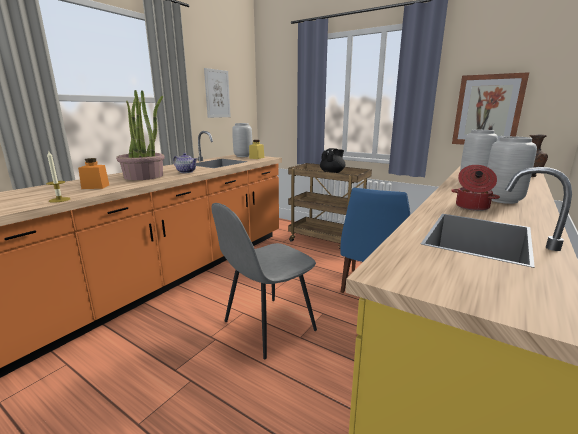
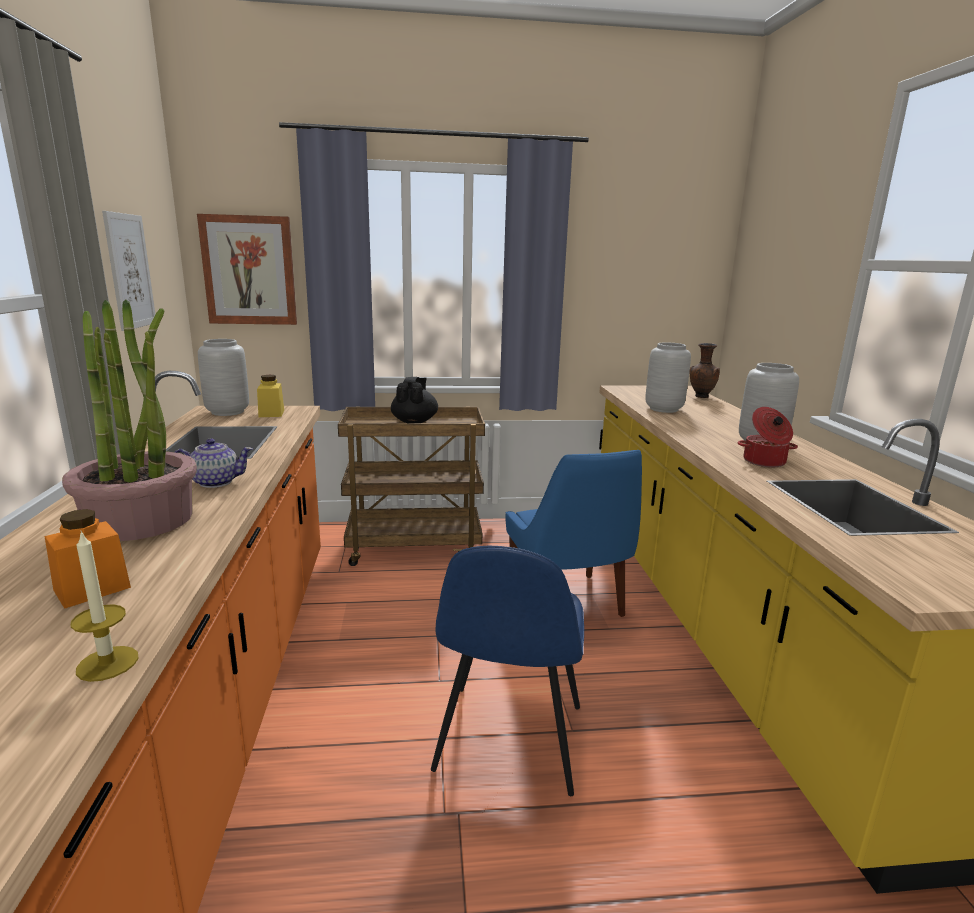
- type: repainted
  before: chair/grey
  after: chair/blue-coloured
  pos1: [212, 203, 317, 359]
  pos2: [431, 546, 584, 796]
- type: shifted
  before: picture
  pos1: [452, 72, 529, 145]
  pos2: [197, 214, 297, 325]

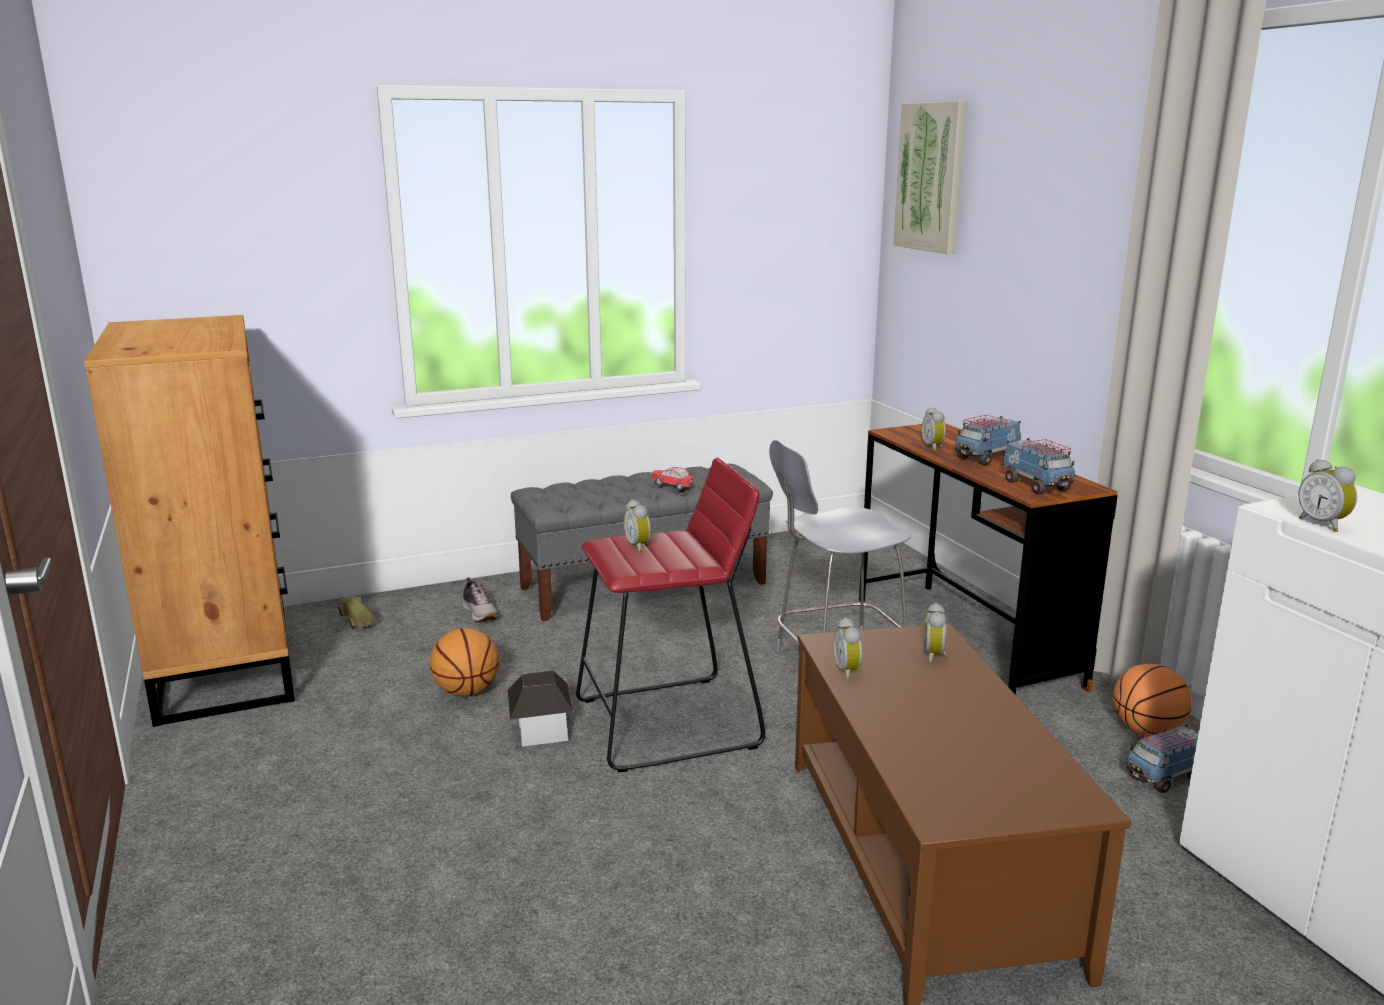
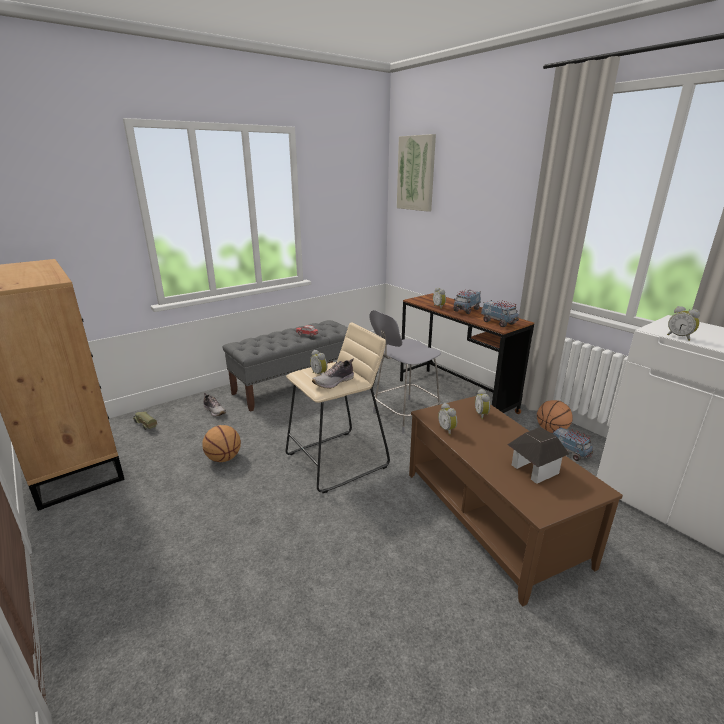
- type: shifted
  before: model house
  pos1: [508, 671, 573, 747]
  pos2: [507, 427, 569, 484]
- type: repainted
  before: sitting stool/red
  after: sitting stool/beige-coloured
  pos1: [576, 458, 765, 772]
  pos2: [285, 323, 390, 493]
- type: rotated
  before: toy lorry
  pos1: [1125, 724, 1198, 793]
  pos2: [552, 426, 593, 461]
  turn: -90
- type: new
  after: item of footwear
  pos2: [312, 359, 354, 389]

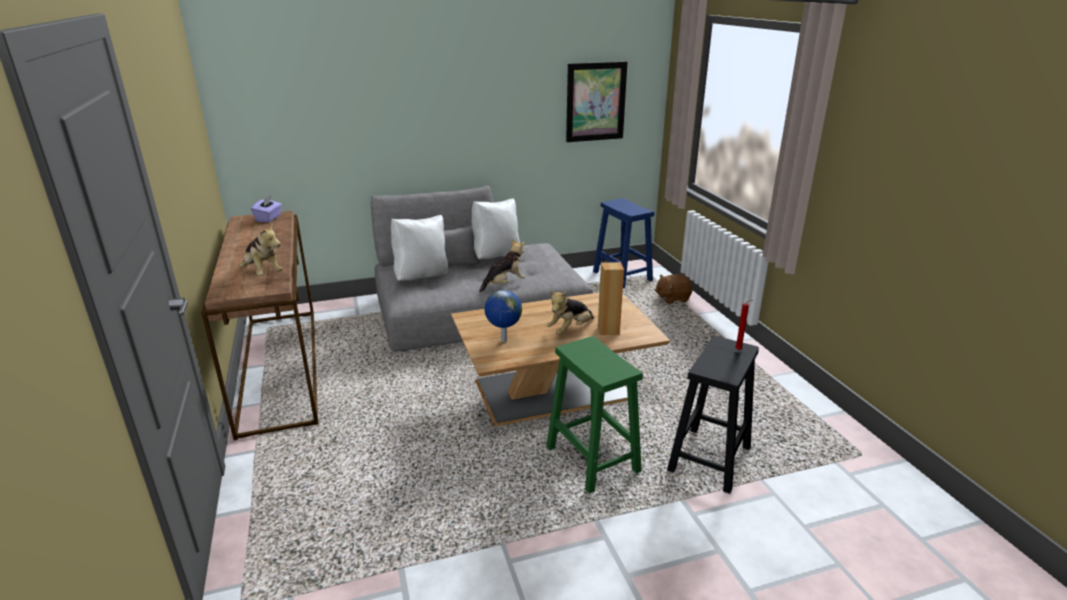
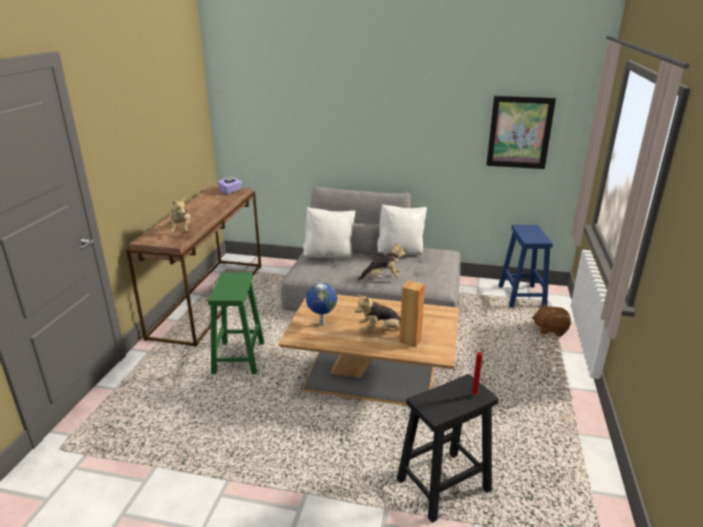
- type: shifted
  before: sitting stool/green-coloured
  pos1: [546, 336, 643, 493]
  pos2: [208, 273, 265, 374]

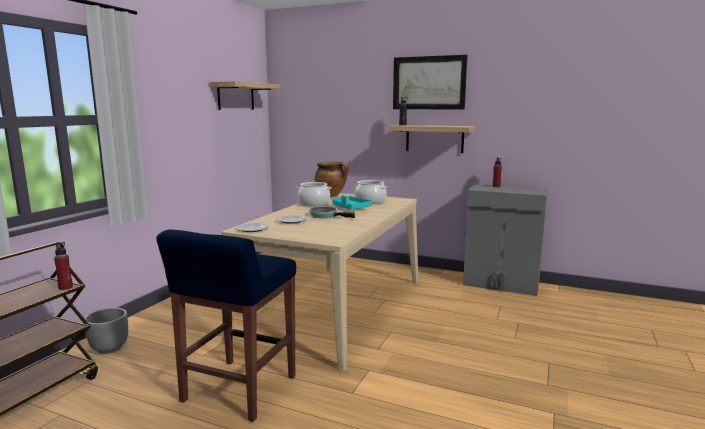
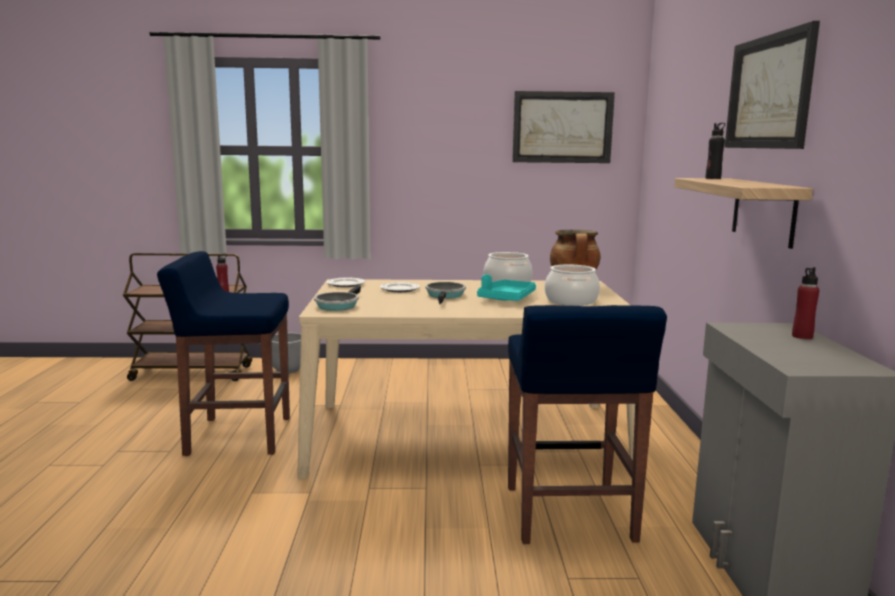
- type: swapped
  before: bracket shelf
  after: picture
  pos1: [210, 81, 280, 110]
  pos2: [512, 91, 615, 163]
- type: new
  after: skillet
  pos2: [314, 285, 361, 311]
- type: new
  after: sitting stool/blue-coloured
  pos2: [508, 305, 667, 544]

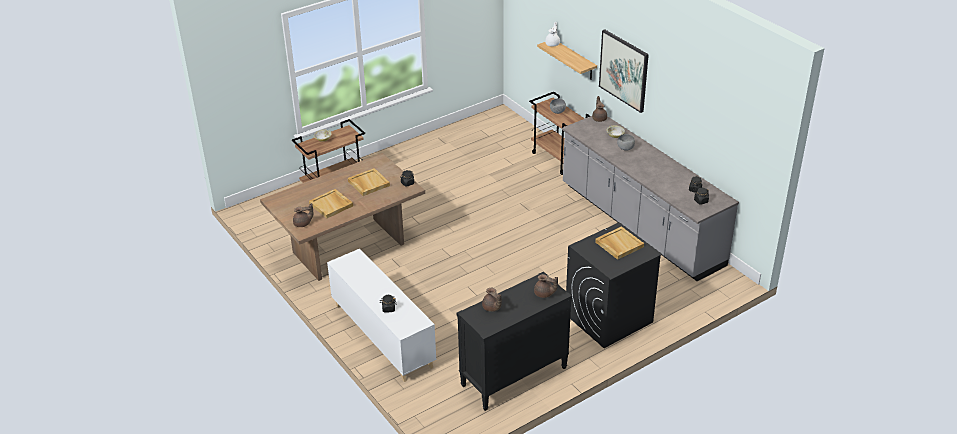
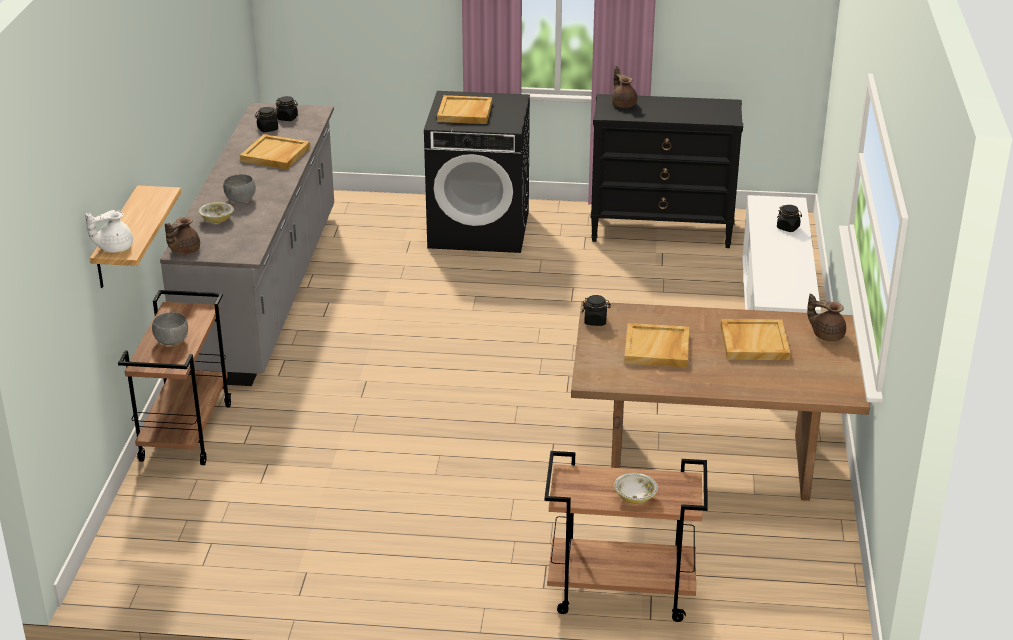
- type: gone
  before: tea pot/brown
  pos1: [482, 288, 502, 312]
- type: gone
  before: picture
  pos1: [599, 29, 649, 113]
- type: new
  after: tray/beige-coloured
  pos2: [240, 134, 310, 169]

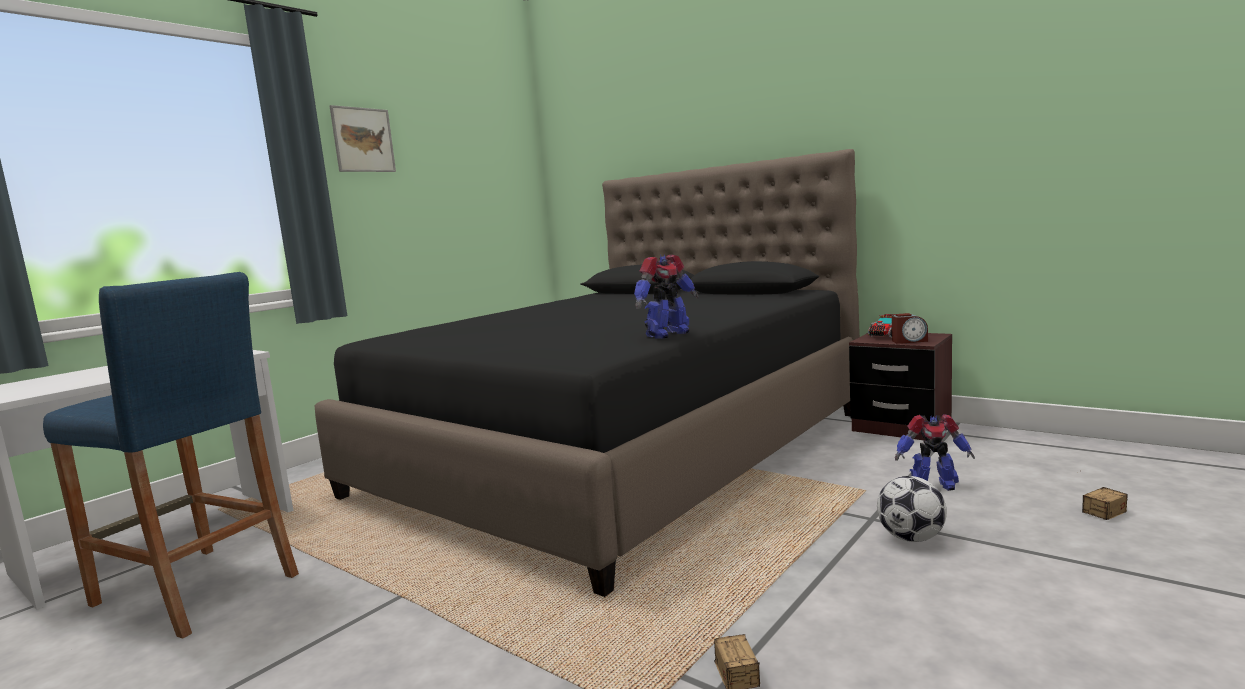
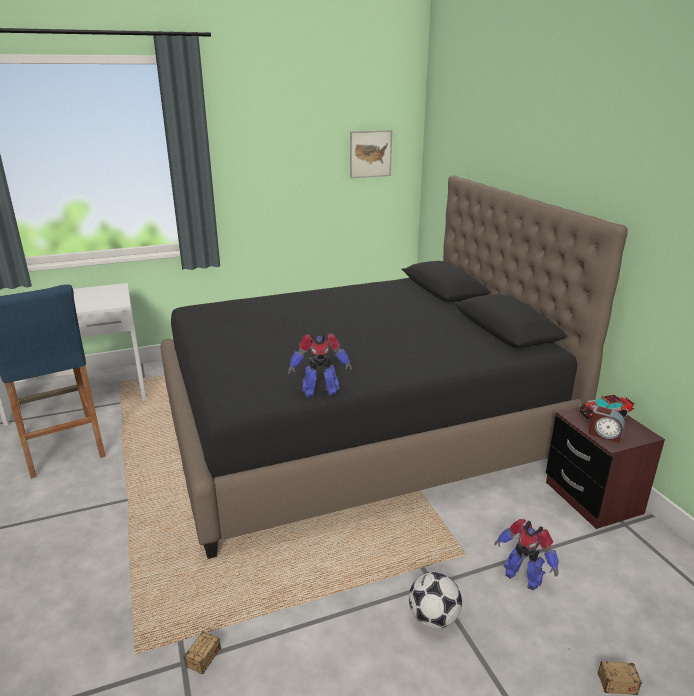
- type: shifted
  before: picture
  pos1: [330, 105, 396, 172]
  pos2: [350, 130, 392, 178]

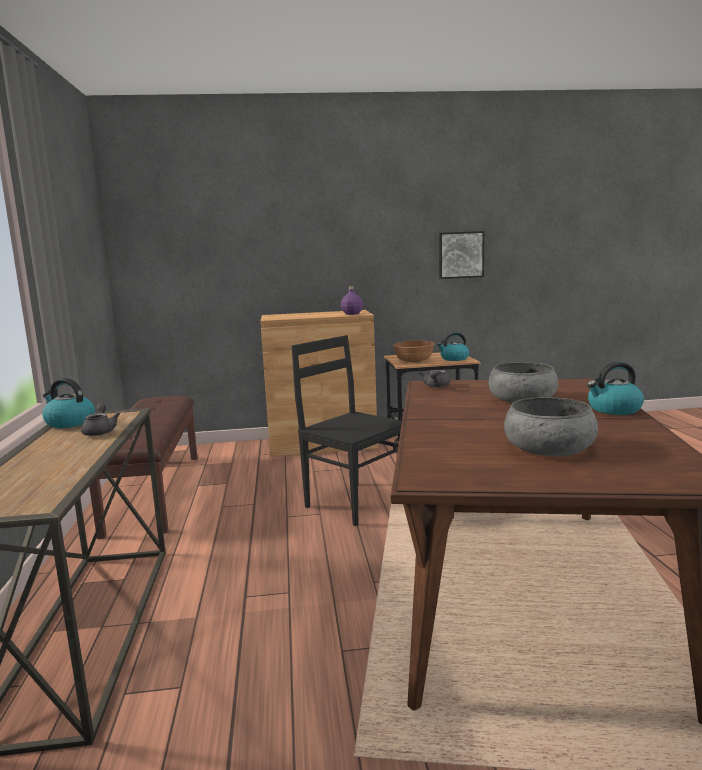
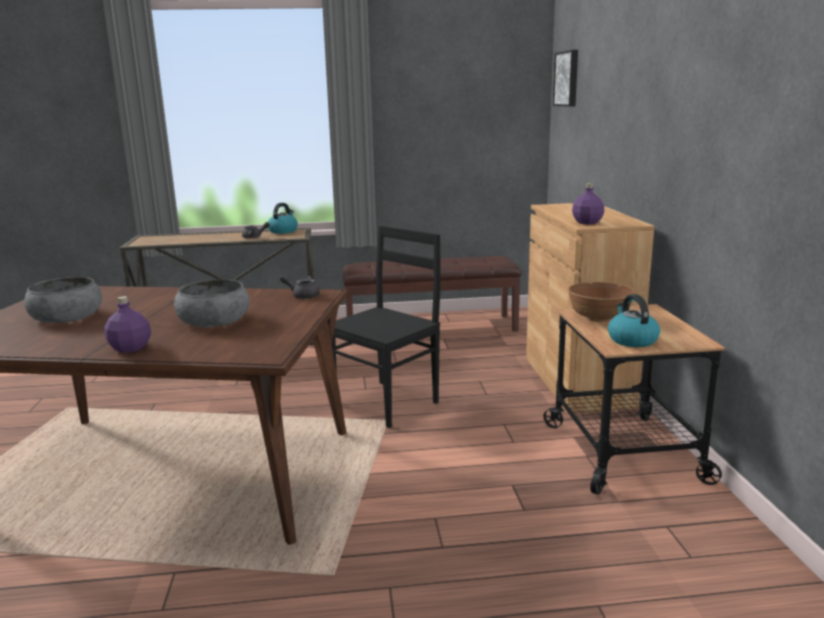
- type: shifted
  before: picture
  pos1: [439, 231, 484, 279]
  pos2: [553, 50, 578, 107]
- type: swapped
  before: tea kettle
  after: beverage bottle/purple-coloured
  pos1: [587, 362, 644, 415]
  pos2: [104, 296, 151, 353]

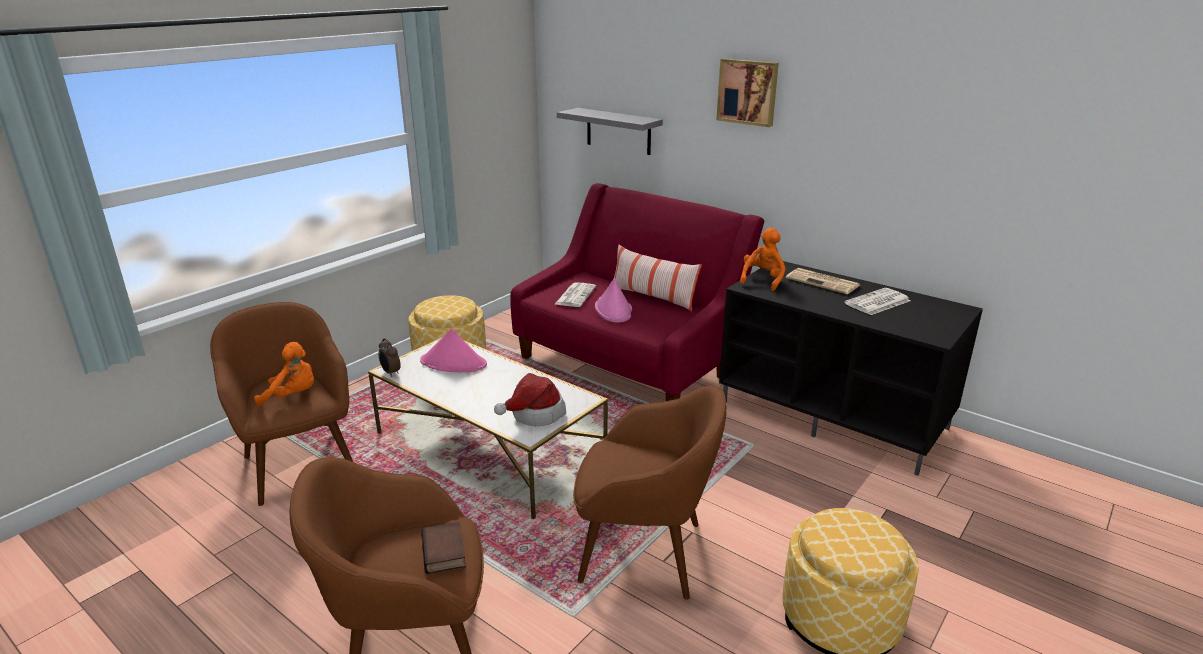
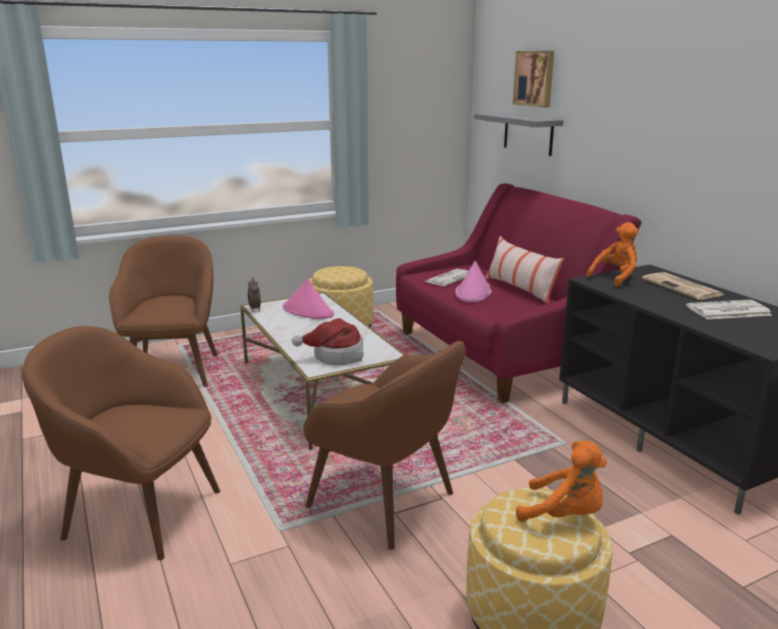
- type: shifted
  before: soft toy/orange
  pos1: [254, 342, 314, 406]
  pos2: [516, 441, 607, 522]
- type: gone
  before: bound book
  pos1: [421, 522, 466, 574]
- type: shifted
  before: picture
  pos1: [716, 58, 779, 127]
  pos2: [513, 51, 554, 107]

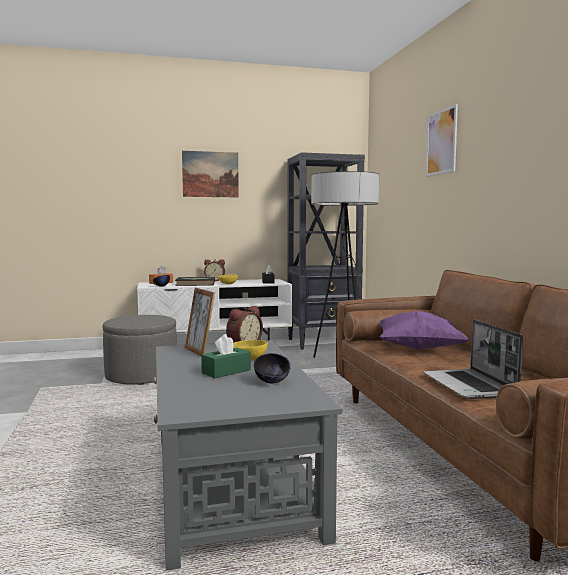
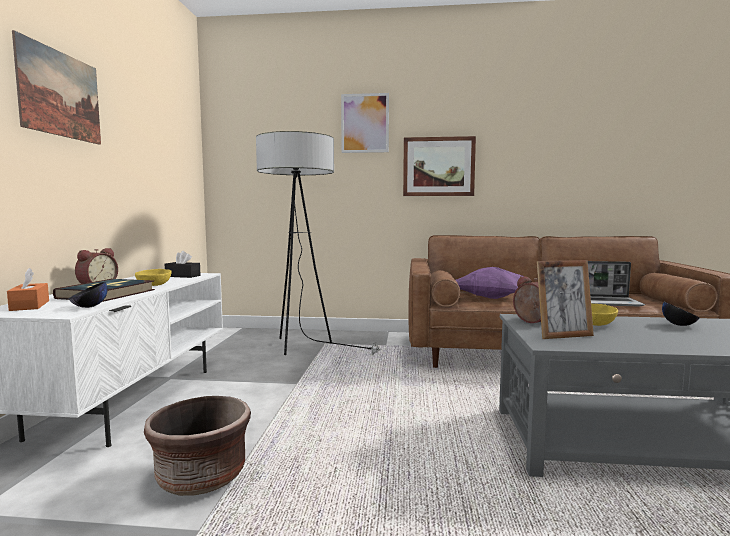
- type: swapped
  before: pouffe/grey
  after: plant pot/brown
  pos1: [102, 315, 177, 385]
  pos2: [144, 396, 251, 496]
- type: gone
  before: tissue holder/green-coloured
  pos1: [201, 334, 251, 378]
- type: gone
  before: bookshelf/black
  pos1: [287, 152, 365, 350]
- type: new
  after: picture
  pos2: [403, 136, 476, 196]

